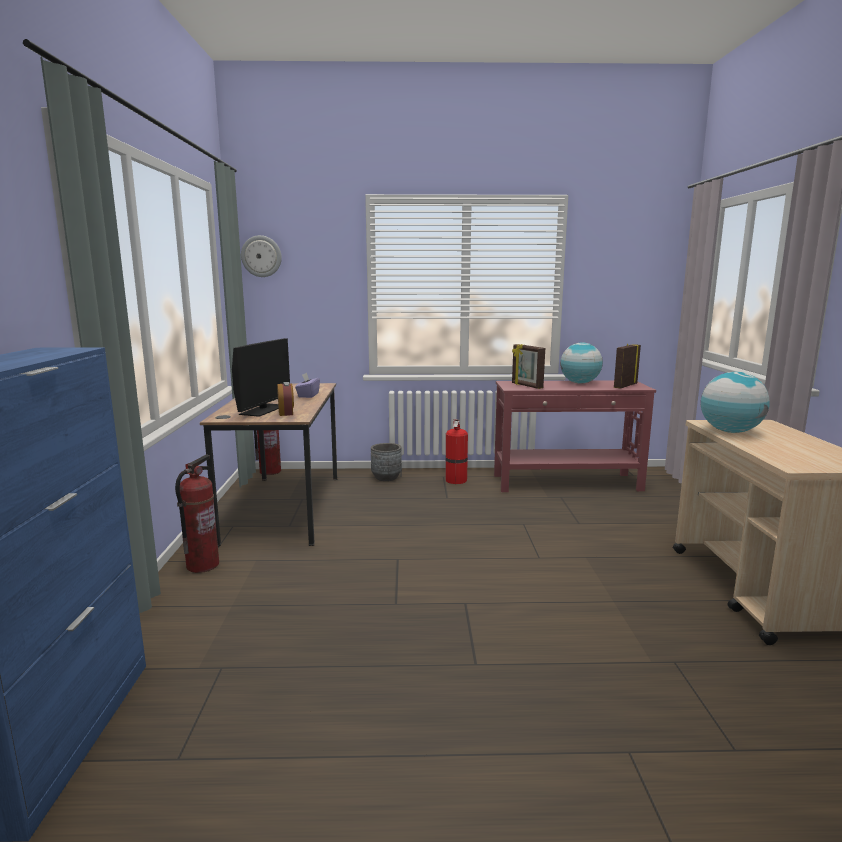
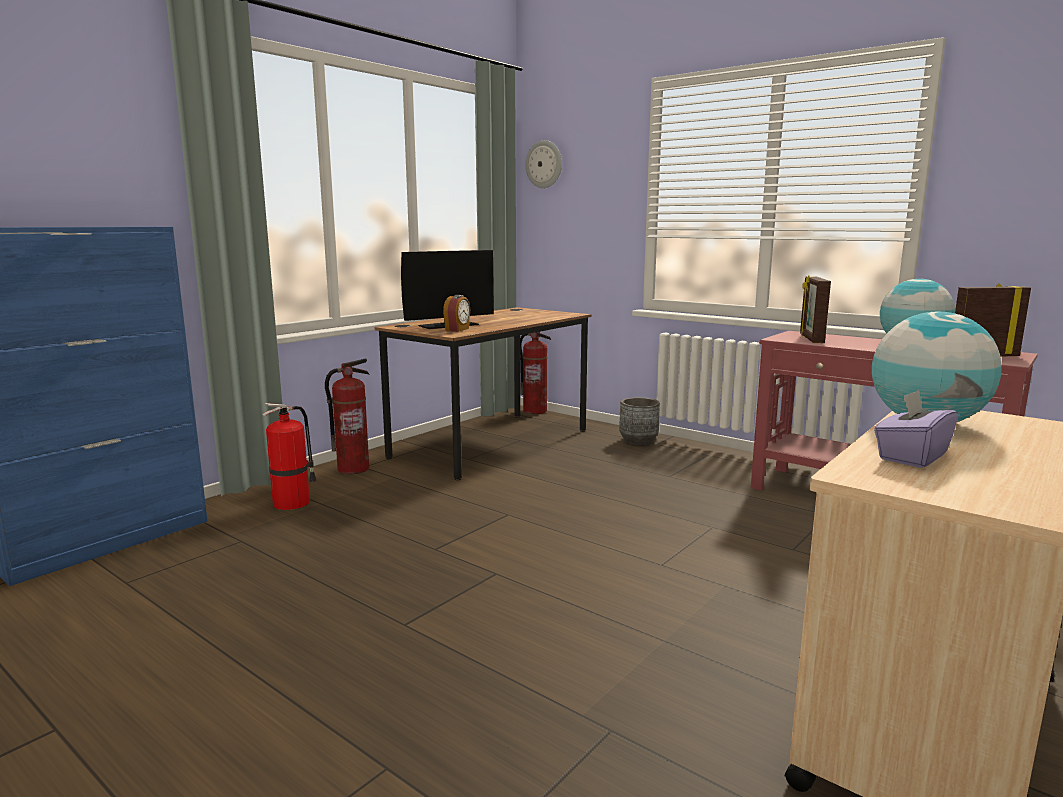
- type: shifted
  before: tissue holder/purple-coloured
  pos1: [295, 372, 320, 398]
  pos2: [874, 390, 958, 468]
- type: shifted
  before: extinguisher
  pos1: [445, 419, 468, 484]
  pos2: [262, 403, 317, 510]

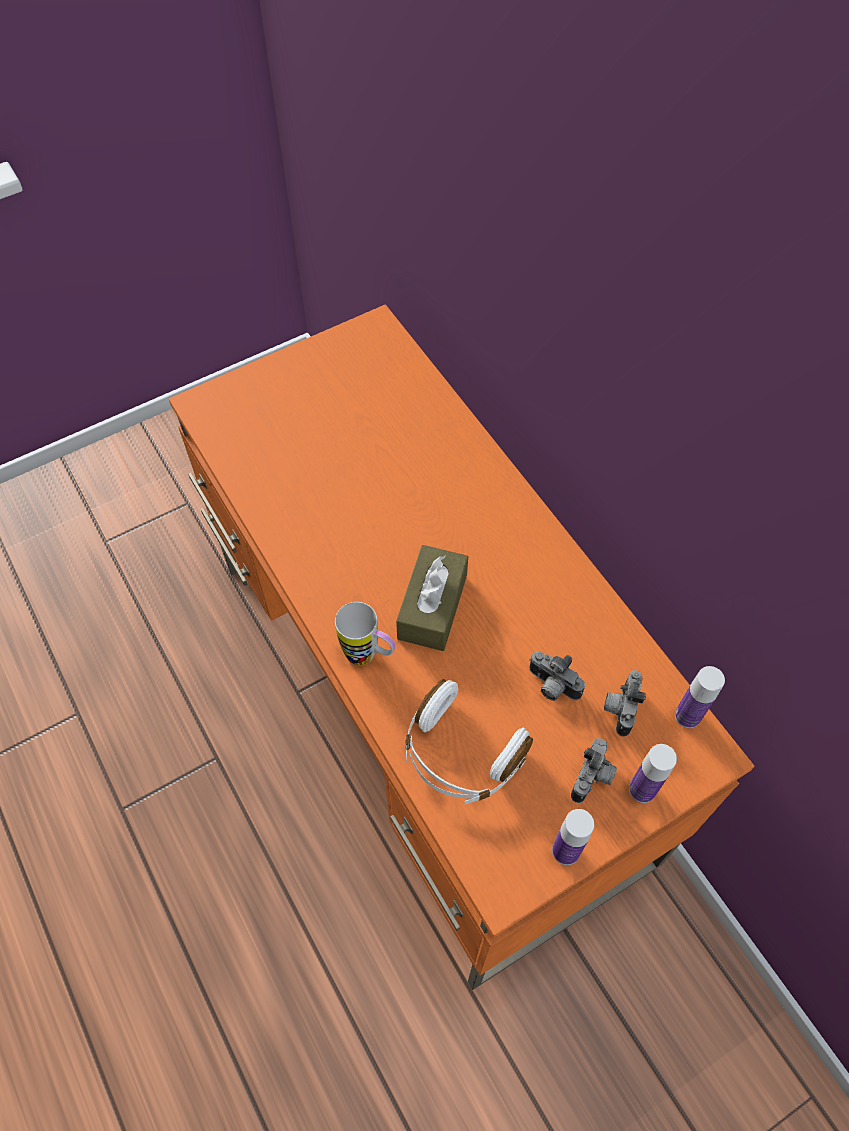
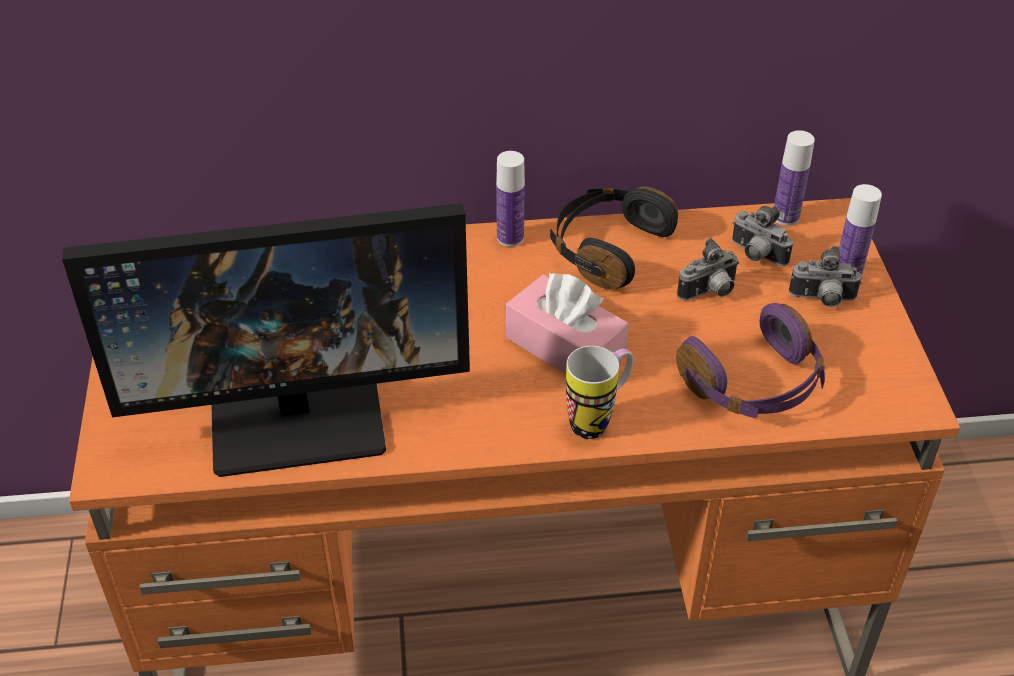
- type: repainted
  before: tissue holder/brown
  after: tissue holder/pinkish
  pos1: [396, 545, 468, 651]
  pos2: [506, 273, 629, 374]
- type: repainted
  before: headset/whitish
  after: headset/purple-coloured
  pos1: [405, 679, 533, 804]
  pos2: [676, 303, 825, 418]
- type: shifted
  before: beverage bottle
  pos1: [552, 809, 594, 865]
  pos2: [496, 151, 525, 247]
- type: rotated
  before: still camera
  pos1: [571, 738, 617, 803]
  pos2: [789, 246, 862, 307]
  turn: 135
- type: new
  after: monitor
  pos2: [62, 203, 470, 477]
- type: new
  after: headset/black
  pos2: [550, 187, 678, 290]

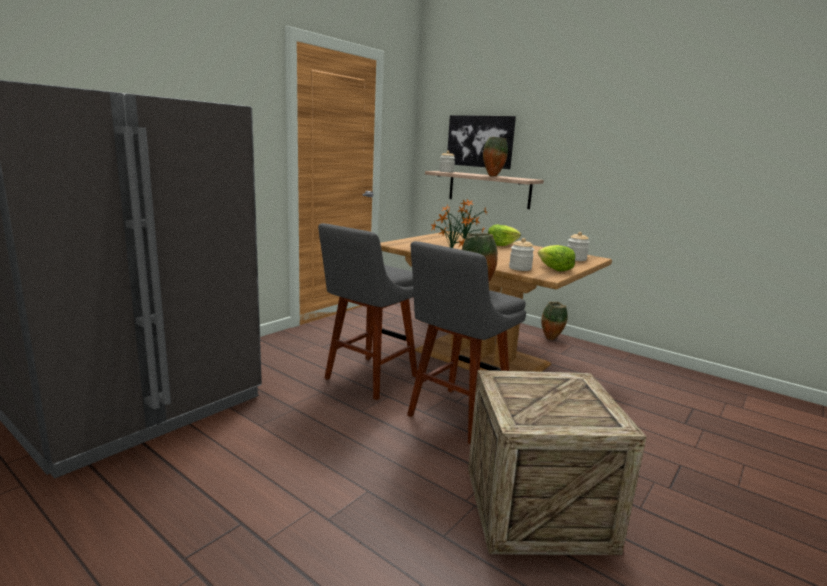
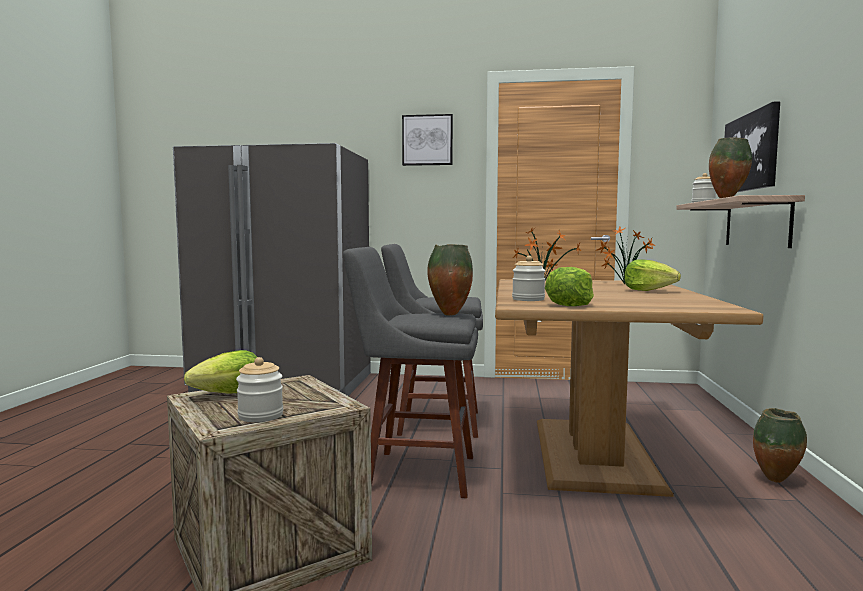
- type: shifted
  before: jar
  pos1: [568, 232, 590, 261]
  pos2: [236, 357, 283, 422]
- type: new
  after: head of lettuce
  pos2: [184, 350, 257, 394]
- type: new
  after: picture
  pos2: [402, 114, 453, 166]

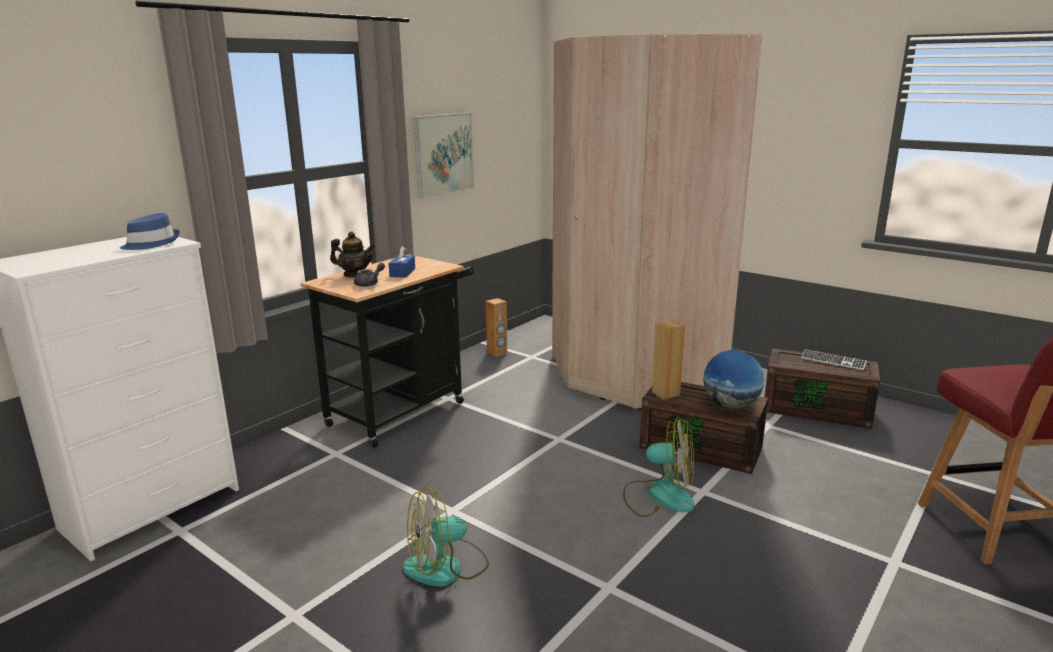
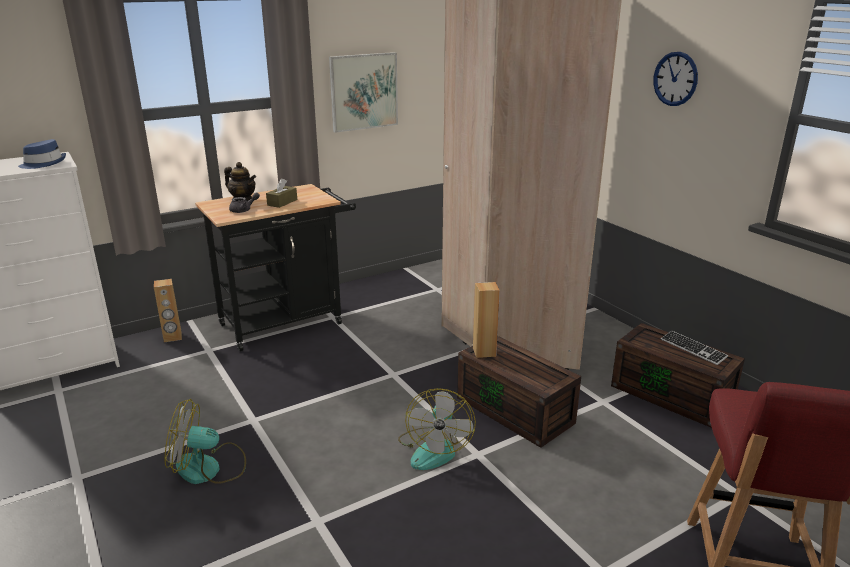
- type: repainted
  before: tissue holder/blue-coloured
  after: tissue holder/brown
  pos1: [389, 246, 415, 277]
  pos2: [266, 178, 297, 208]
- type: shifted
  before: speaker/brown
  pos1: [486, 298, 507, 357]
  pos2: [154, 279, 182, 342]
- type: rotated
  before: fan
  pos1: [623, 417, 694, 517]
  pos2: [398, 388, 476, 470]
  turn: 60
- type: gone
  before: globe
  pos1: [703, 350, 764, 409]
- type: new
  after: wall clock
  pos2: [653, 52, 698, 106]

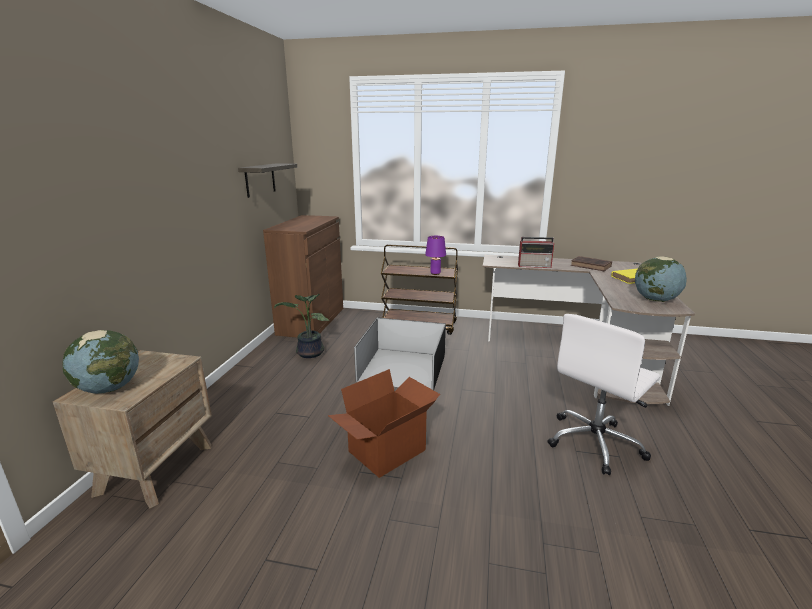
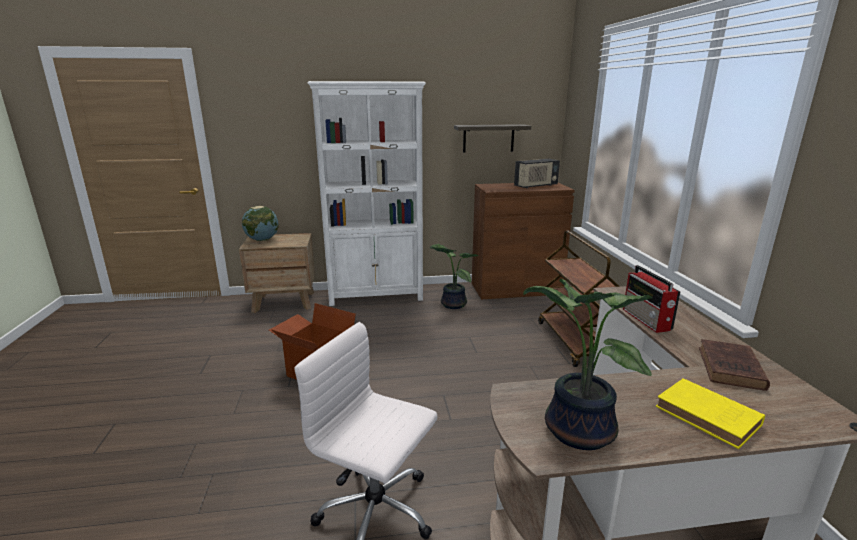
- type: gone
  before: storage bin/black
  pos1: [354, 317, 446, 390]
- type: gone
  before: tabletop lamp/purple-coloured
  pos1: [425, 236, 446, 275]
- type: swapped
  before: globe
  after: plant in a pot
  pos1: [635, 256, 687, 302]
  pos2: [524, 279, 652, 450]
- type: new
  after: bookshelf/whitish
  pos2: [308, 81, 426, 306]
- type: new
  after: radio set
  pos2: [514, 159, 560, 189]

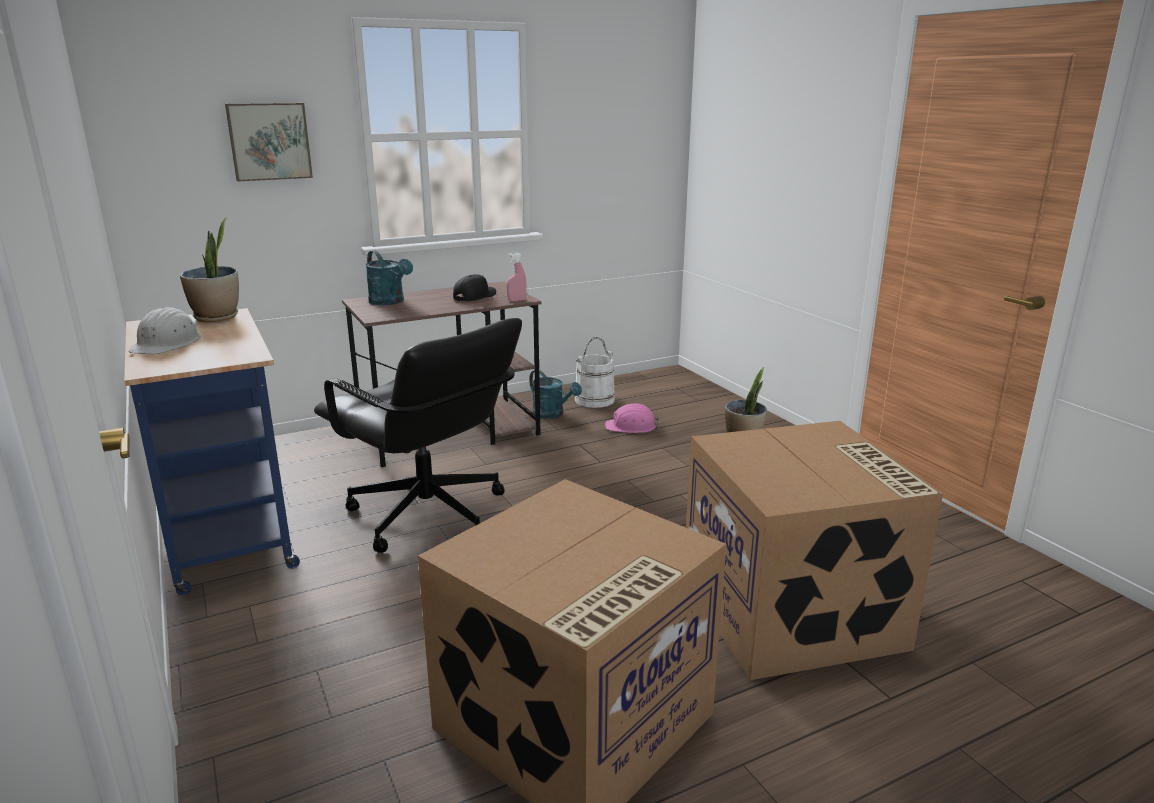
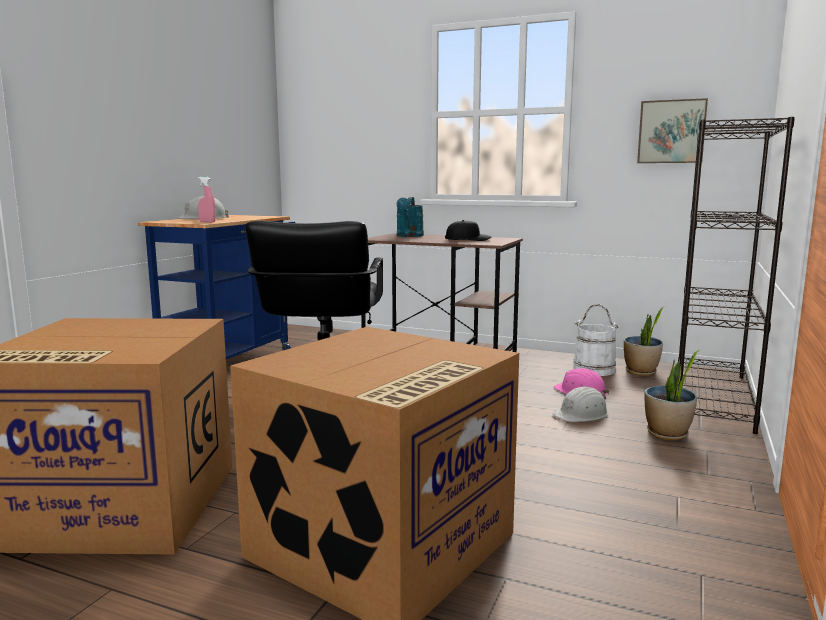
- type: shifted
  before: plant in a pot
  pos1: [180, 218, 239, 322]
  pos2: [624, 307, 664, 376]
- type: shifted
  before: picture
  pos1: [225, 103, 313, 181]
  pos2: [637, 98, 708, 163]
- type: shifted
  before: sprayer/pinkish
  pos1: [507, 253, 527, 301]
  pos2: [198, 177, 216, 222]
- type: gone
  before: sprinkling can/turquoise-coloured
  pos1: [529, 370, 582, 419]
- type: new
  after: hard hat/whitish
  pos2: [552, 386, 608, 422]
- type: new
  after: bookshelf/black
  pos2: [678, 117, 795, 434]

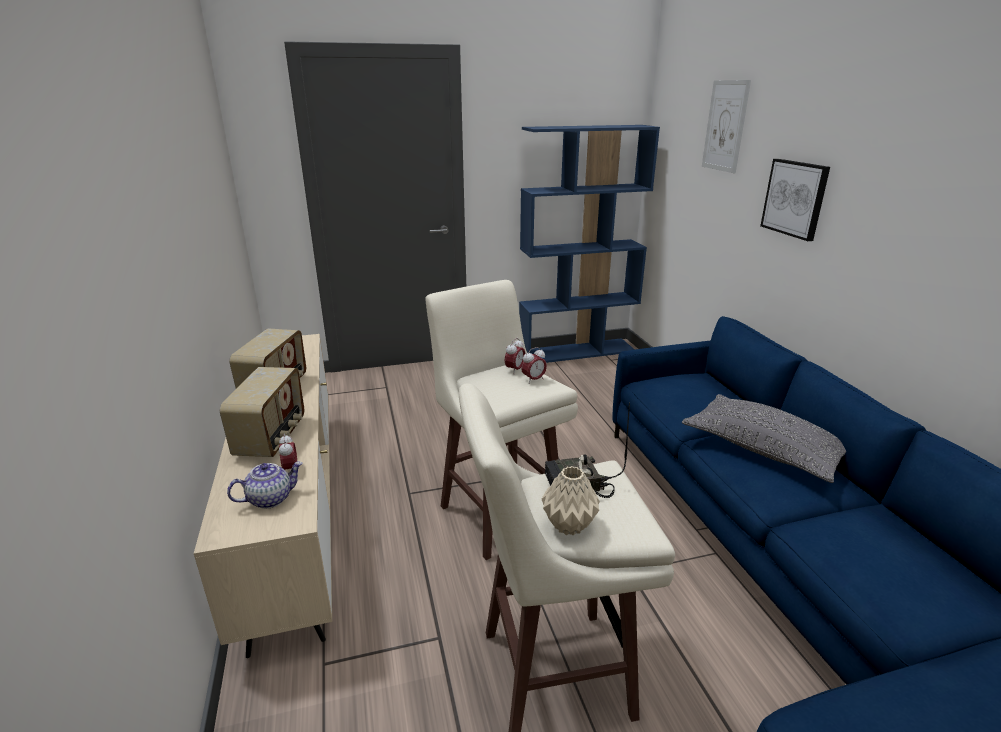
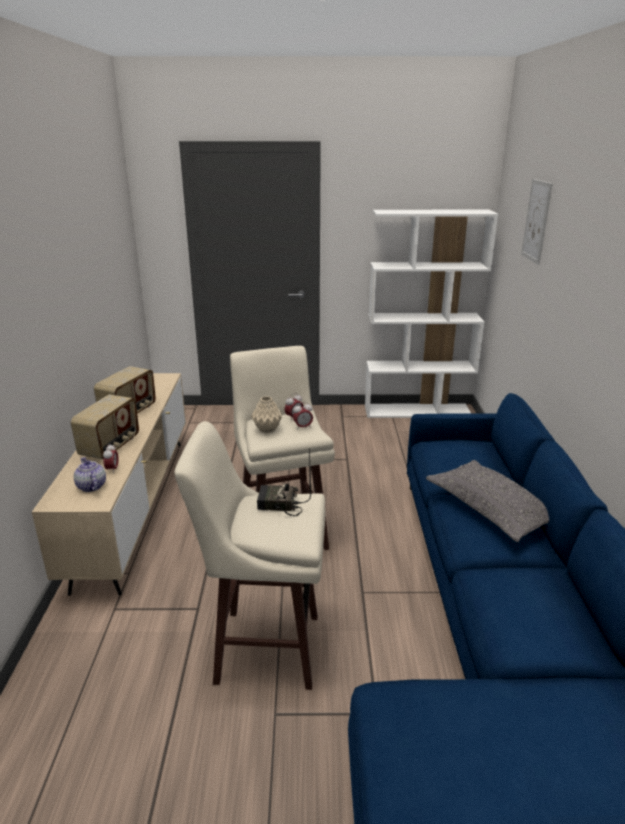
- type: rotated
  before: tea pot
  pos1: [227, 462, 303, 509]
  pos2: [74, 457, 106, 492]
  turn: -105
- type: repainted
  before: bookshelf/blue-coloured
  after: bookshelf/whitish
  pos1: [519, 125, 660, 363]
  pos2: [365, 210, 498, 418]
- type: shifted
  before: vase/beige-coloured
  pos1: [542, 466, 600, 536]
  pos2: [251, 396, 282, 433]
- type: gone
  before: picture
  pos1: [760, 159, 830, 241]

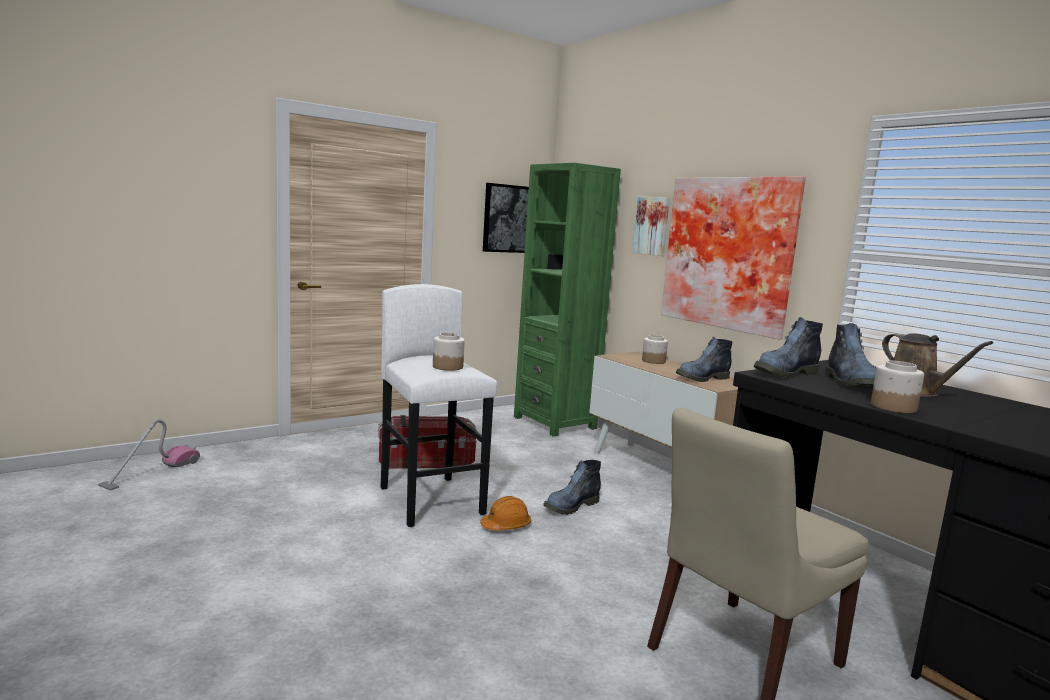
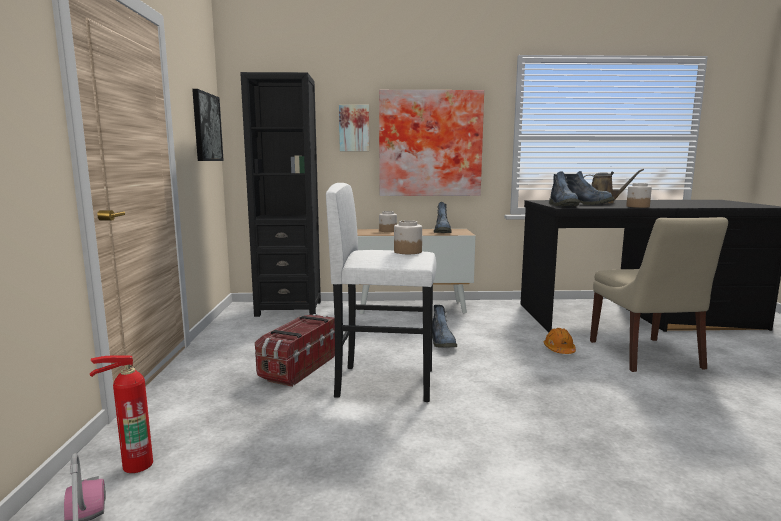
- type: shifted
  before: hard hat/orange
  pos1: [480, 496, 531, 531]
  pos2: [544, 328, 576, 354]
- type: repainted
  before: bookshelf/green-coloured
  after: bookshelf/black
  pos1: [514, 163, 621, 437]
  pos2: [240, 72, 321, 317]
- type: new
  after: extinguisher
  pos2: [90, 356, 153, 473]

